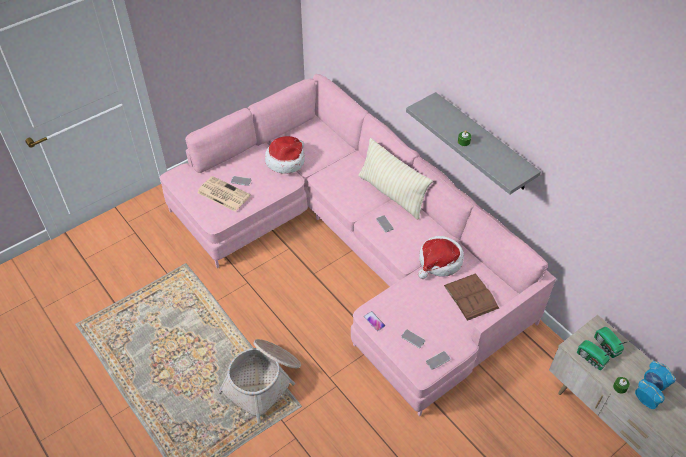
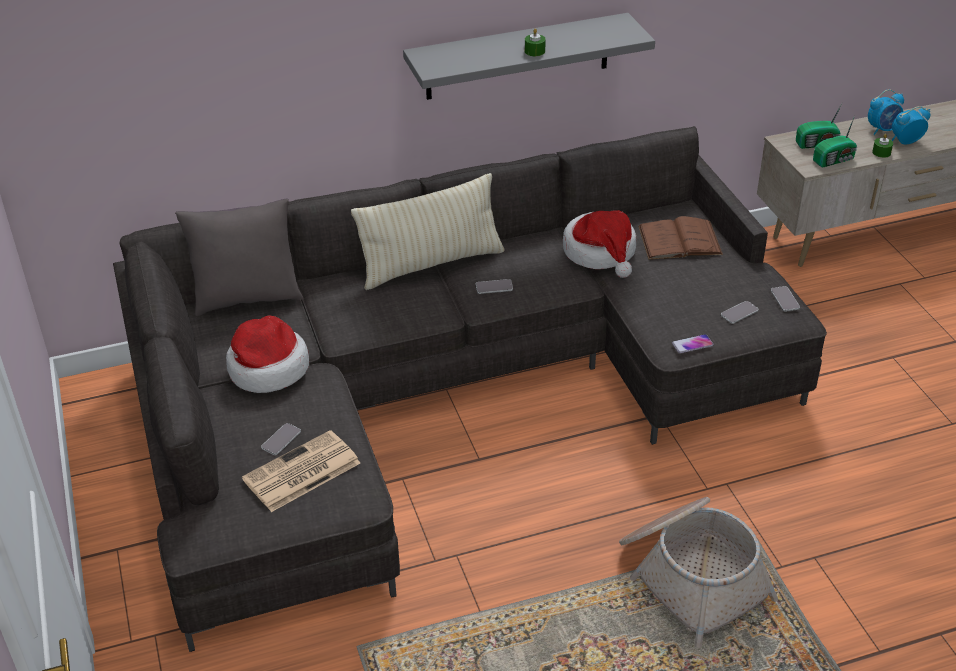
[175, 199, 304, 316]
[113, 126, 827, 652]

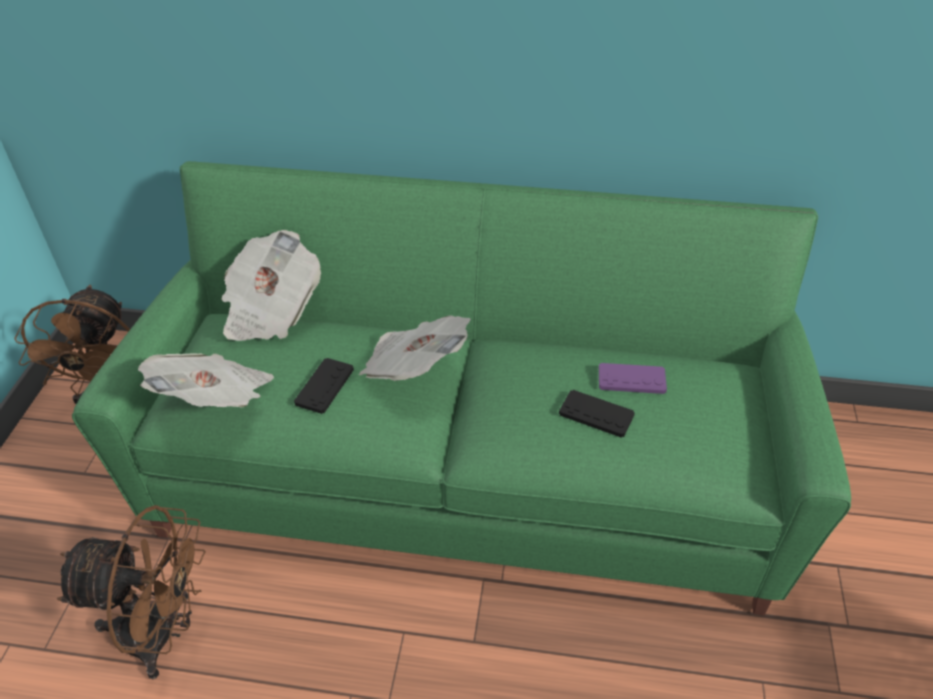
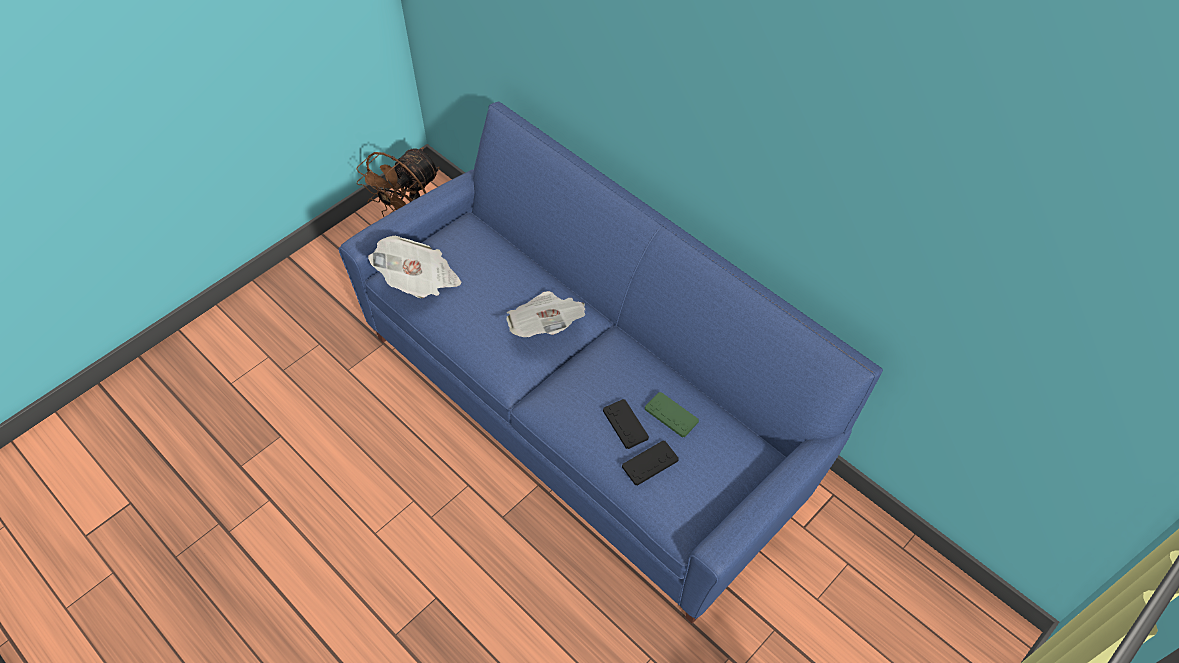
[57, 505, 206, 680] (first image)
[221, 230, 321, 341] (first image)
[622, 440, 679, 486]
[338, 102, 883, 623]
[645, 392, 699, 438]

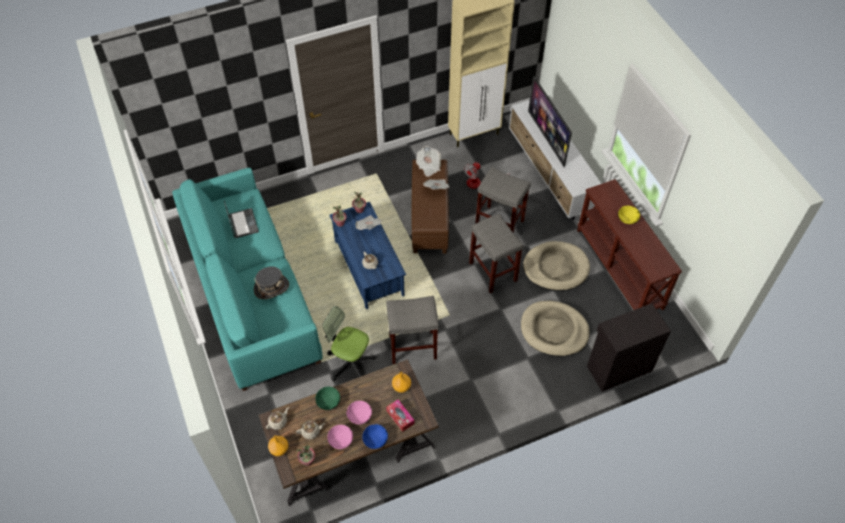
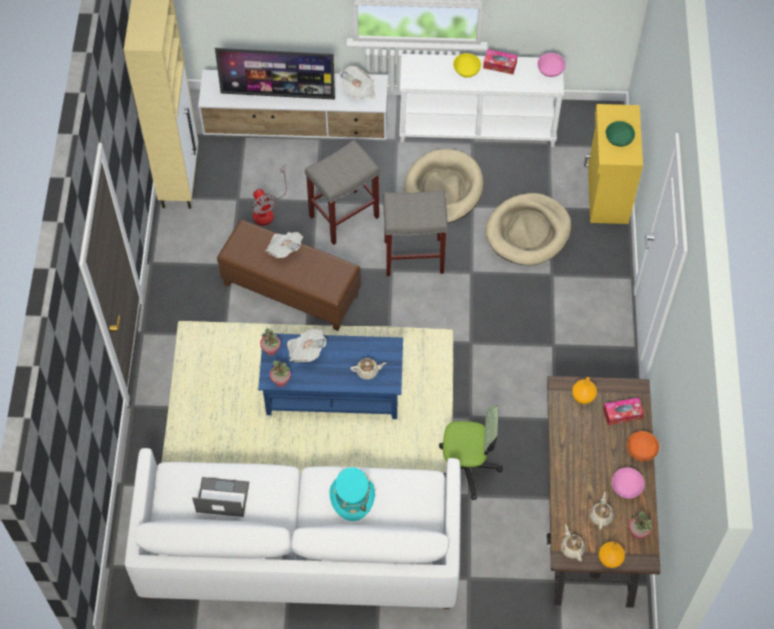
[386, 296, 439, 364] (first image)
[483, 49, 518, 74]
[606, 121, 635, 147]
[537, 53, 566, 77]
[340, 66, 376, 99]
[125, 448, 461, 609]
[330, 467, 375, 521]
[627, 431, 659, 461]
[399, 54, 564, 147]
[584, 104, 643, 224]
[439, 405, 503, 500]

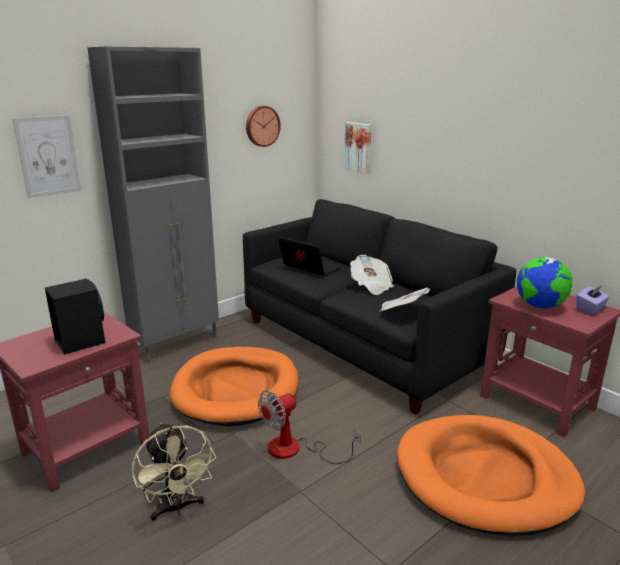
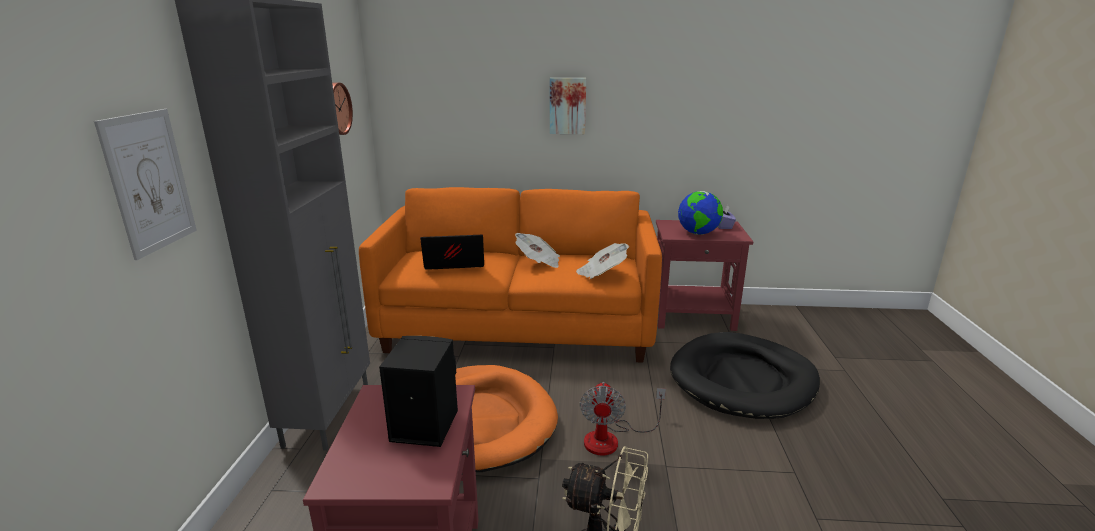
[550, 78, 586, 134]
[359, 187, 662, 363]
[670, 332, 820, 419]

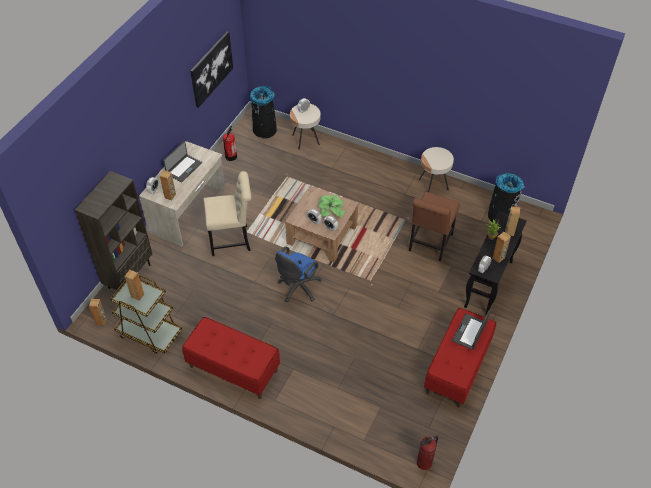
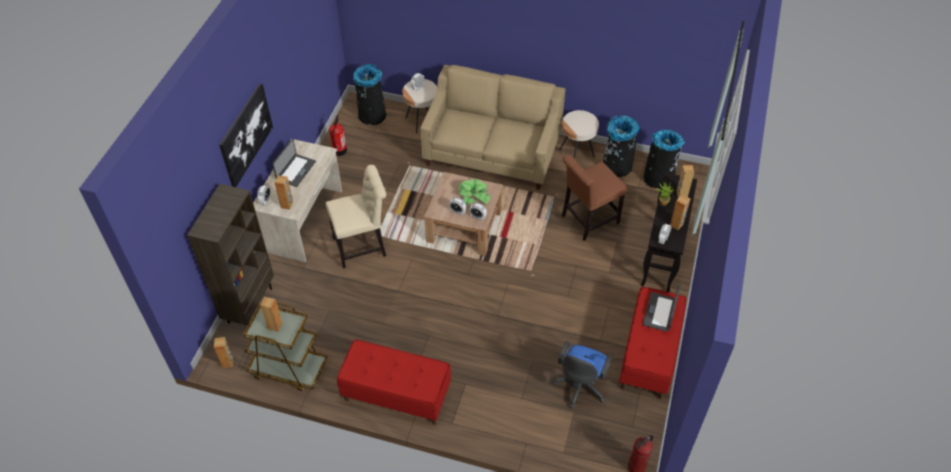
[421, 65, 566, 190]
[603, 116, 640, 177]
[219, 84, 273, 187]
[552, 341, 611, 409]
[562, 154, 627, 241]

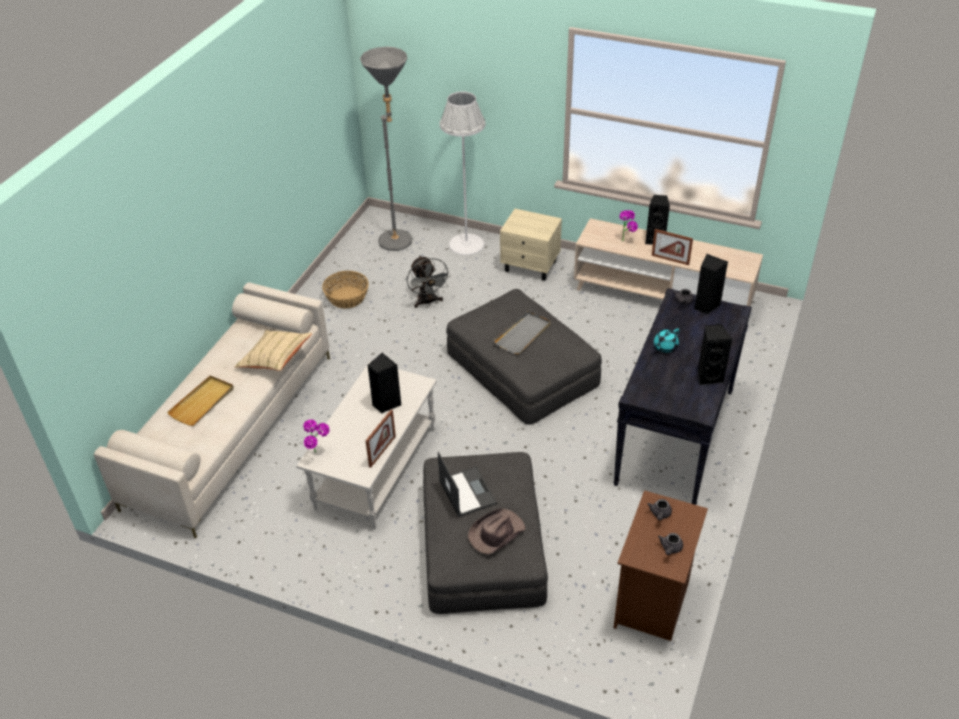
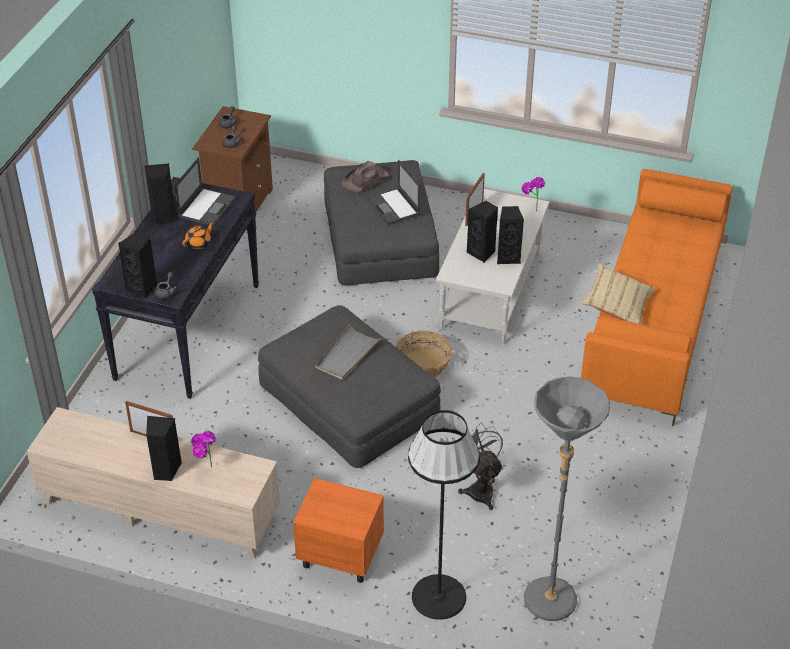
[167, 376, 234, 426] (first image)
[174, 157, 236, 226]
[497, 206, 524, 264]
[395, 331, 452, 377]
[581, 169, 733, 426]
[408, 410, 480, 620]
[293, 478, 384, 583]
[182, 221, 214, 249]

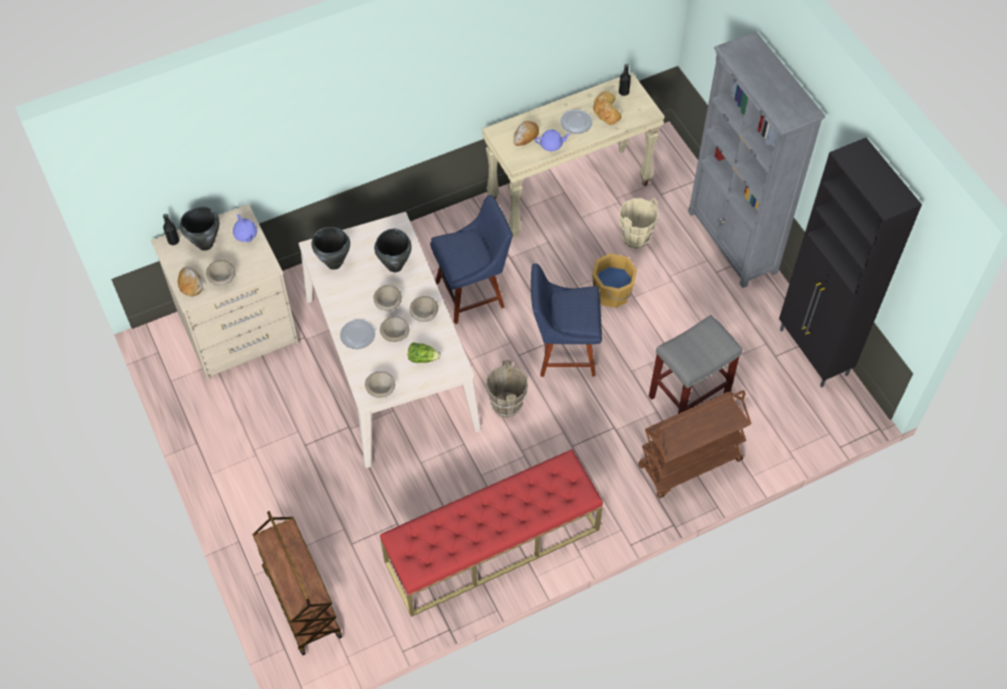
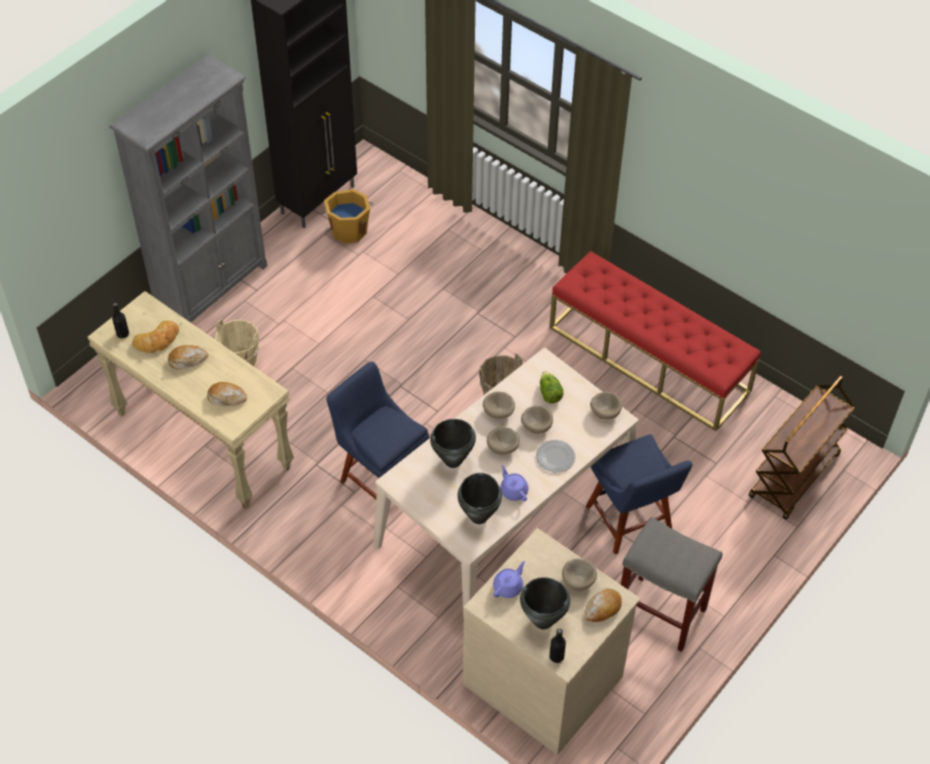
[638, 390, 751, 498] (first image)
[586, 434, 693, 554]
[500, 465, 528, 501]
[320, 189, 373, 244]
[621, 517, 722, 652]
[168, 345, 208, 369]

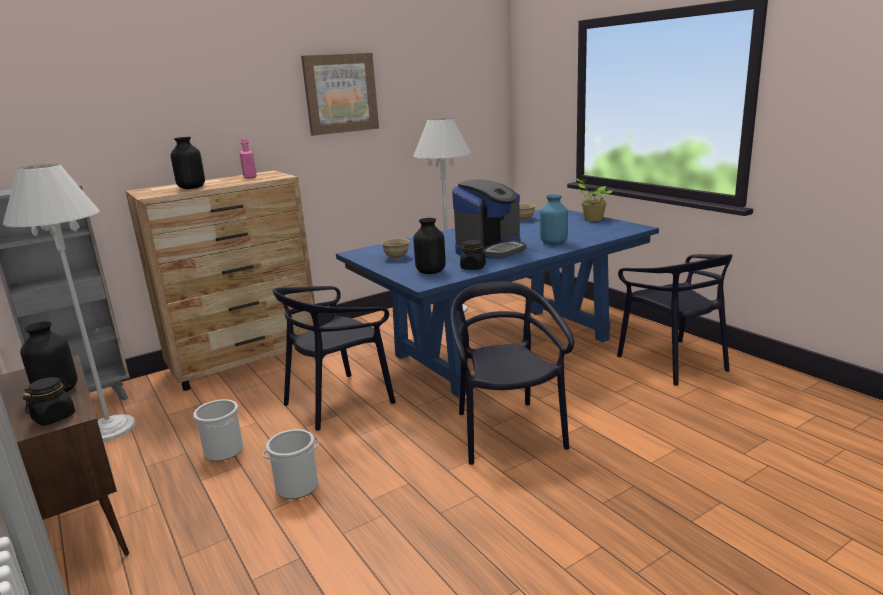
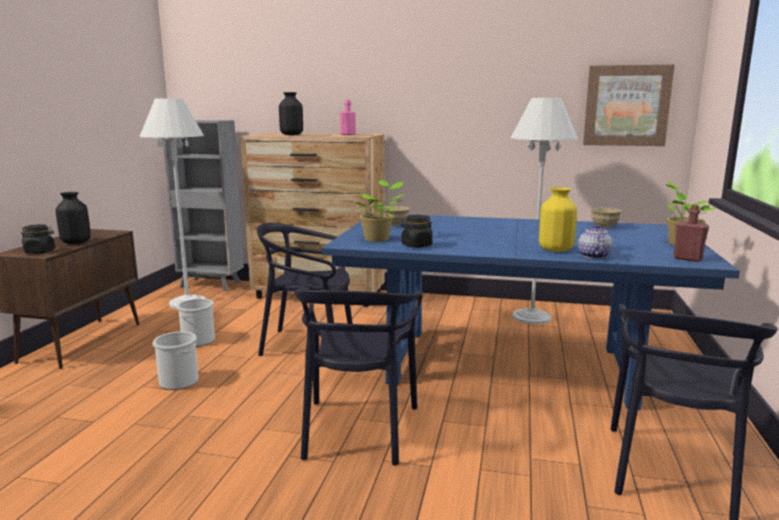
[452, 179, 526, 259] (first image)
[578, 225, 613, 259]
[673, 205, 709, 262]
[583, 65, 674, 146]
[356, 180, 405, 242]
[539, 187, 577, 252]
[294, 287, 423, 466]

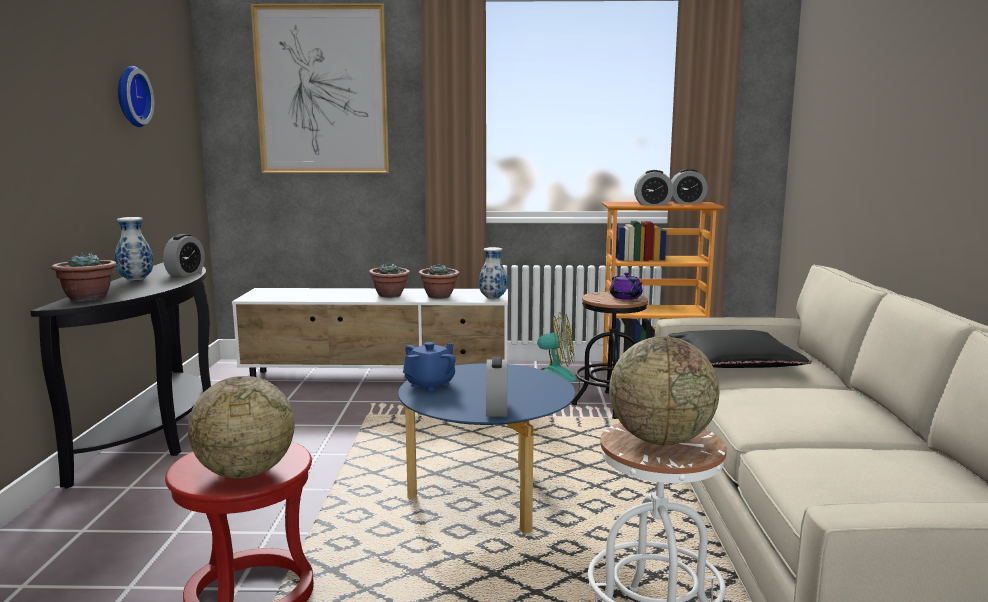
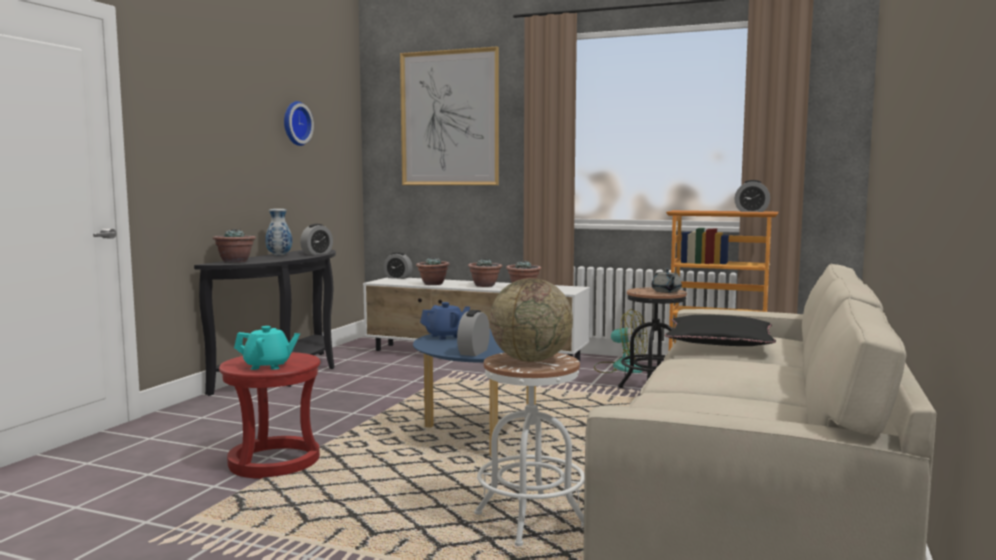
[479, 247, 507, 299] (first image)
[416, 257, 450, 285]
[384, 252, 413, 279]
[234, 326, 300, 370]
[652, 269, 682, 293]

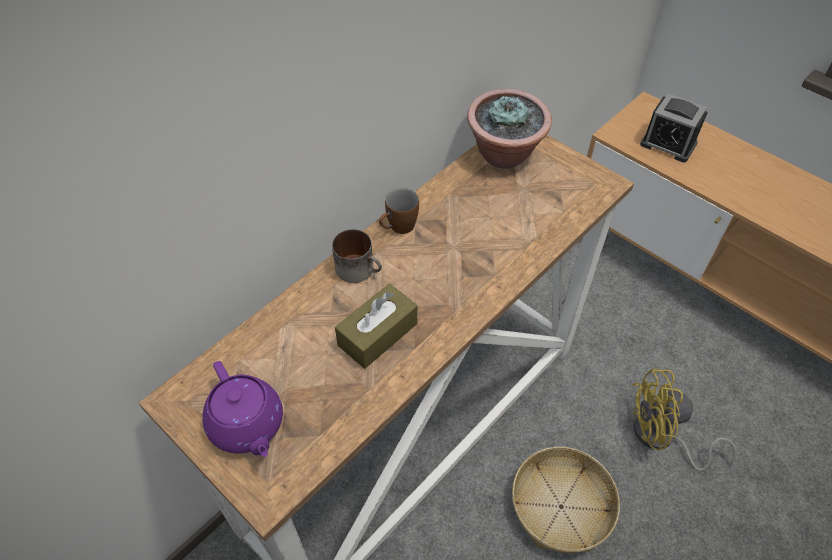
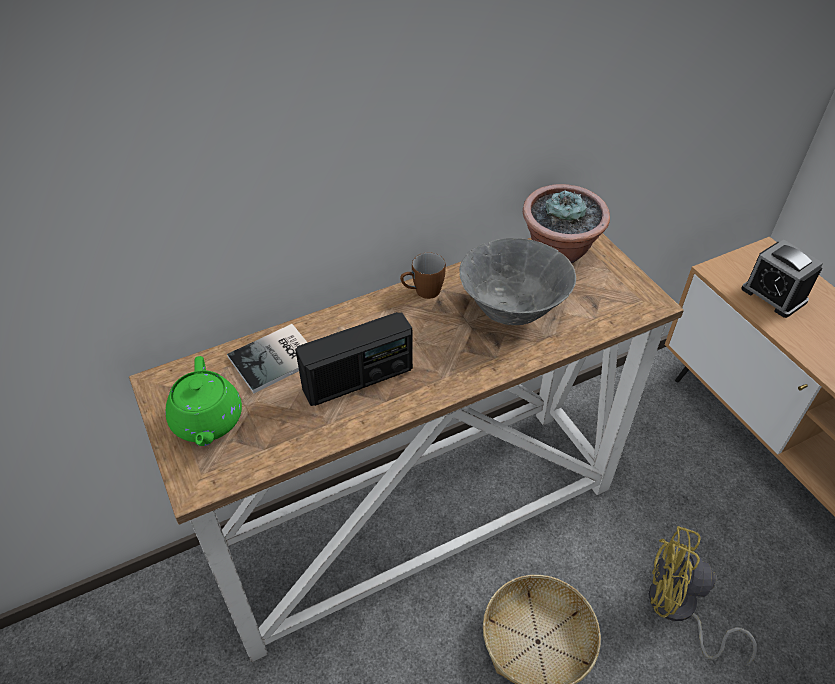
[332, 229, 382, 283] (first image)
[227, 324, 308, 393]
[459, 238, 576, 325]
[295, 312, 413, 406]
[165, 356, 242, 446]

